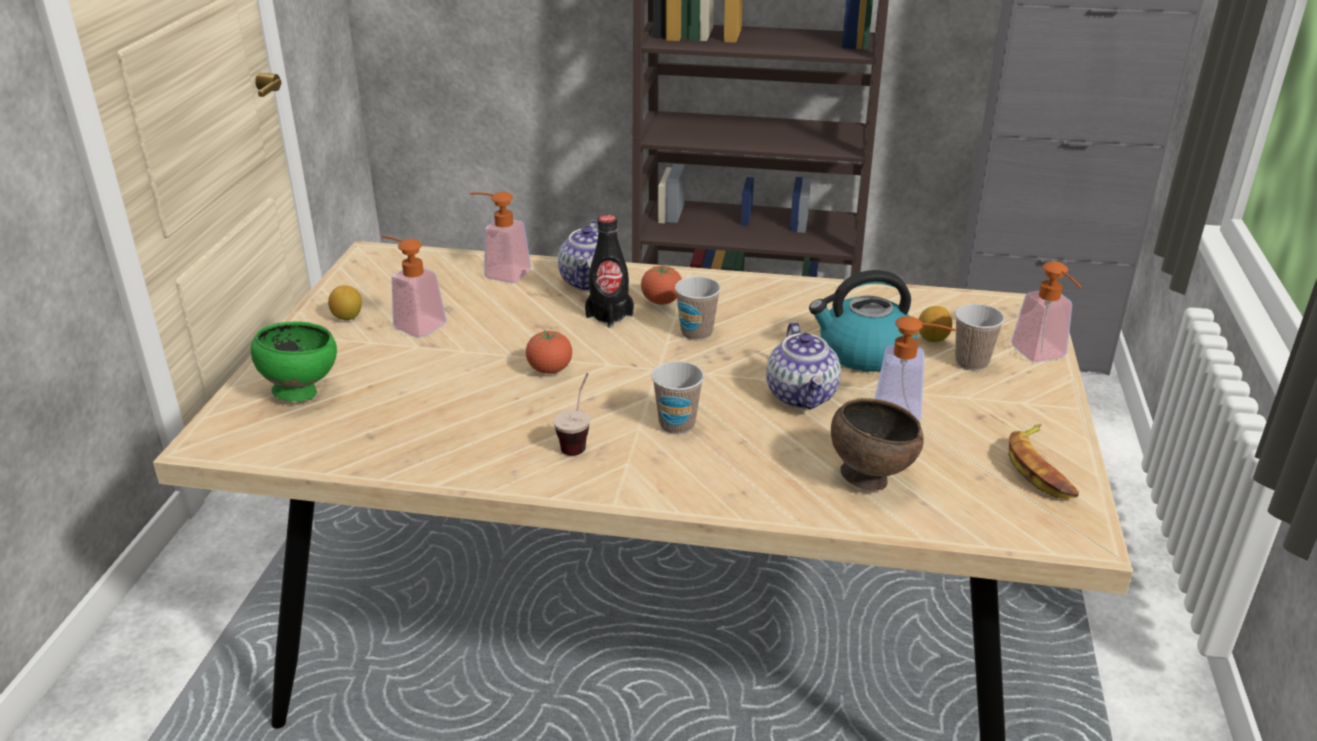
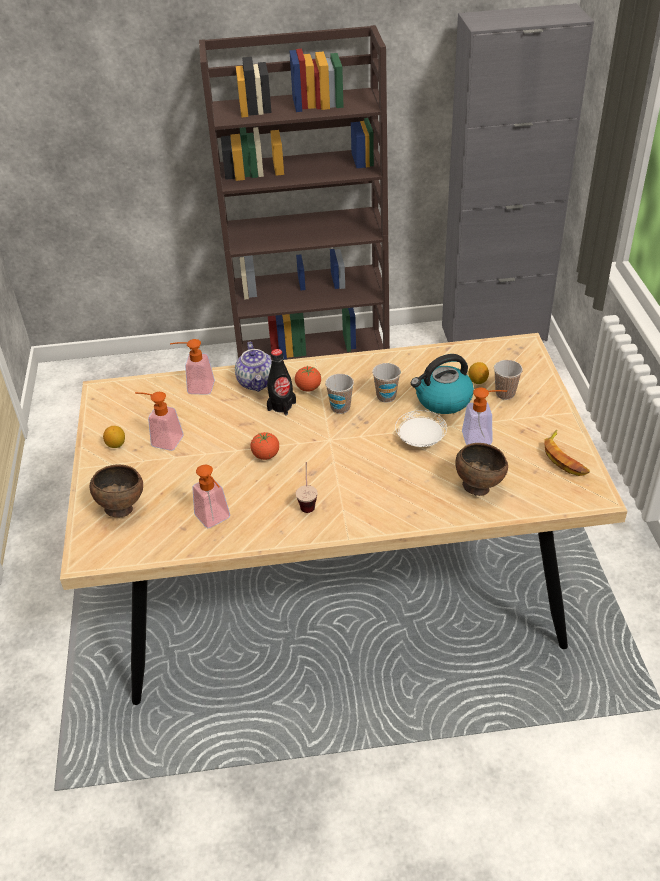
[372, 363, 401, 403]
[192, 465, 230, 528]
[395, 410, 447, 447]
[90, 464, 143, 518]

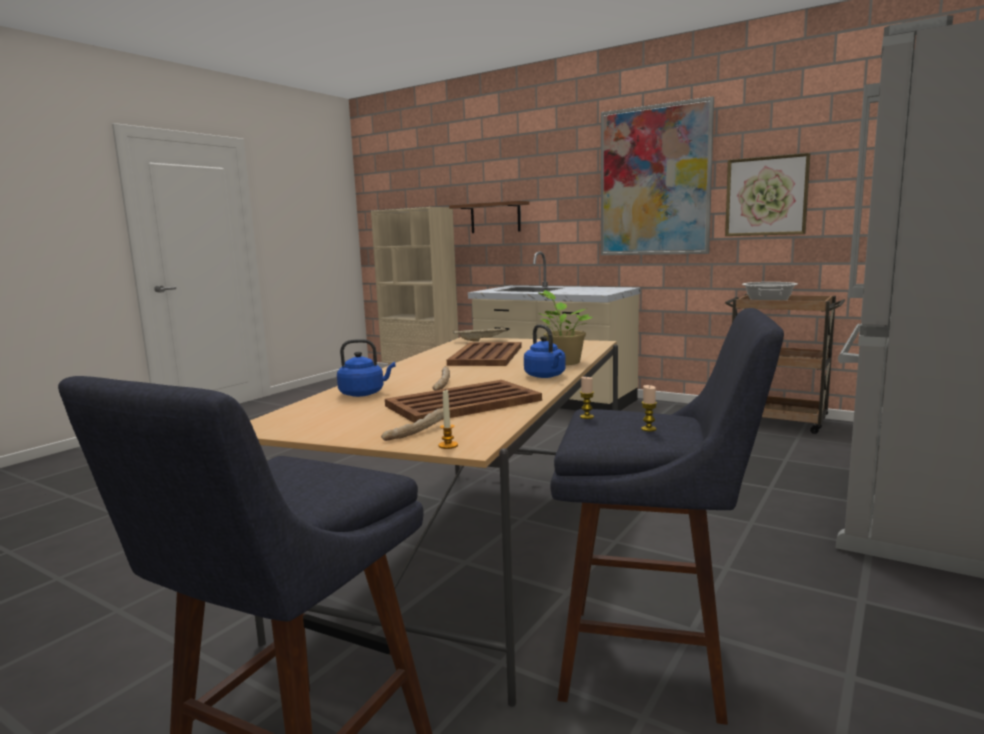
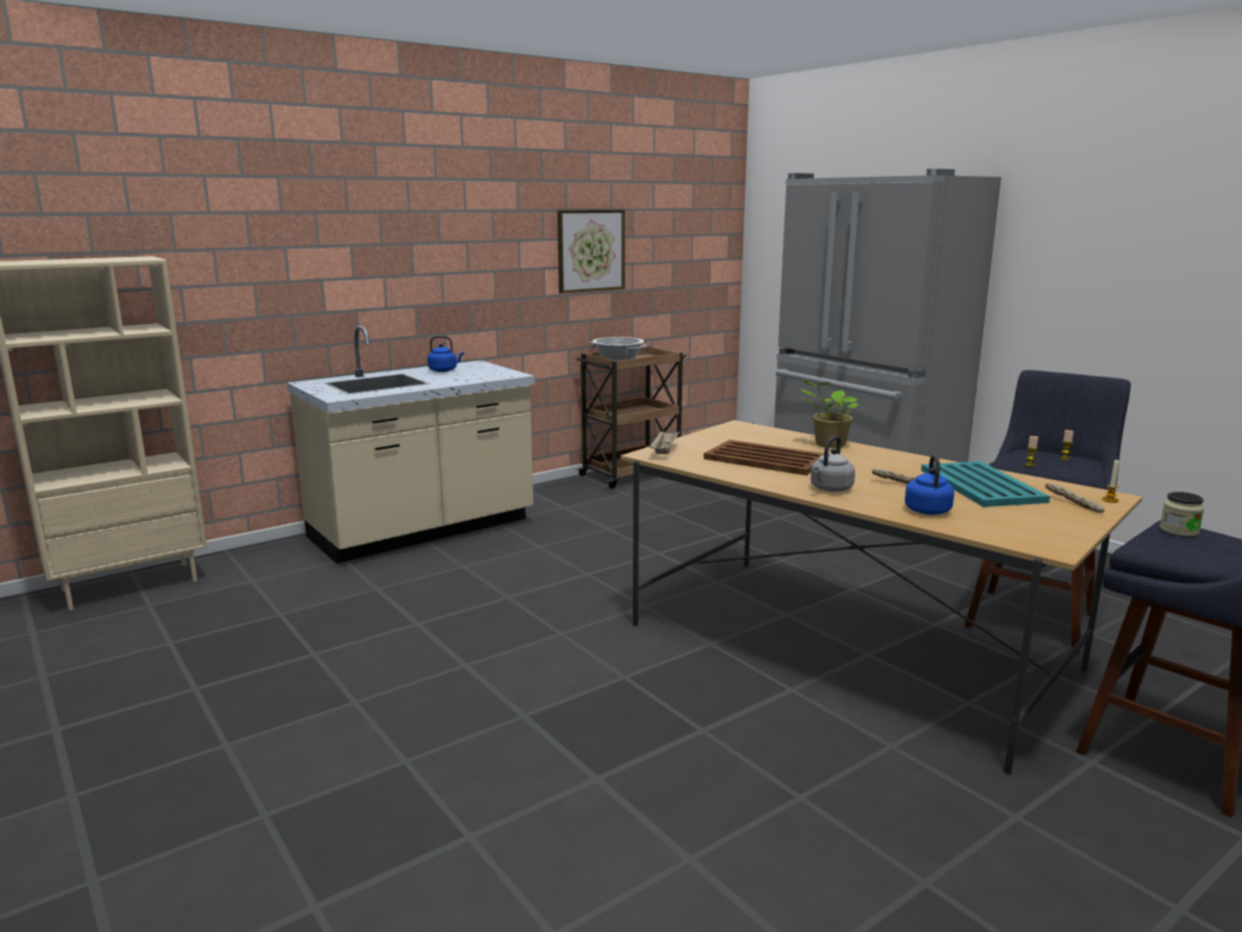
[449, 201, 529, 233] (first image)
[601, 96, 714, 255] (first image)
[811, 436, 855, 492]
[1160, 492, 1204, 537]
[427, 336, 464, 372]
[921, 461, 1050, 507]

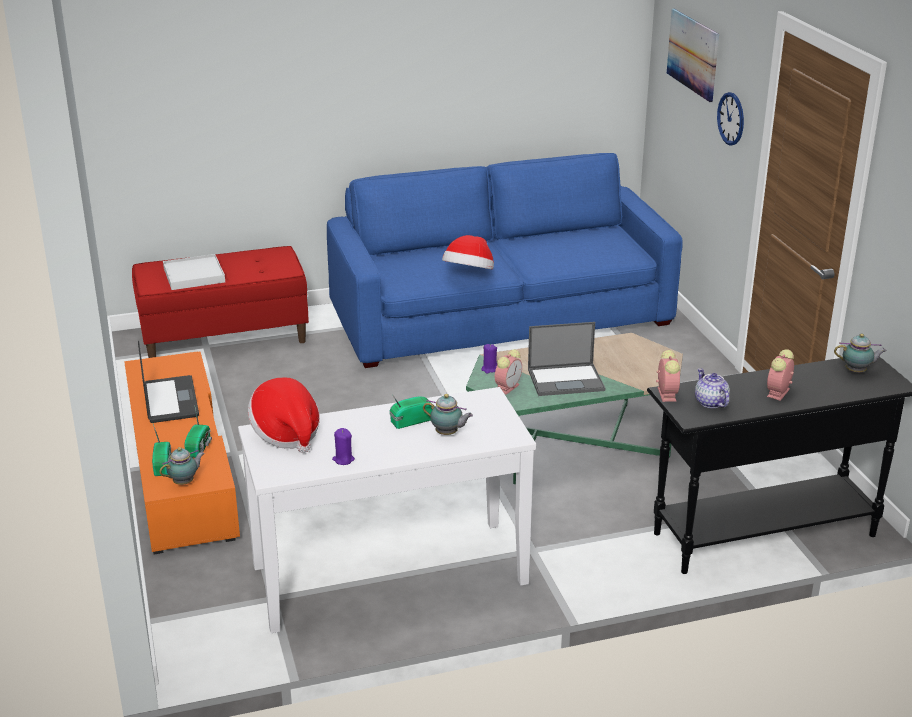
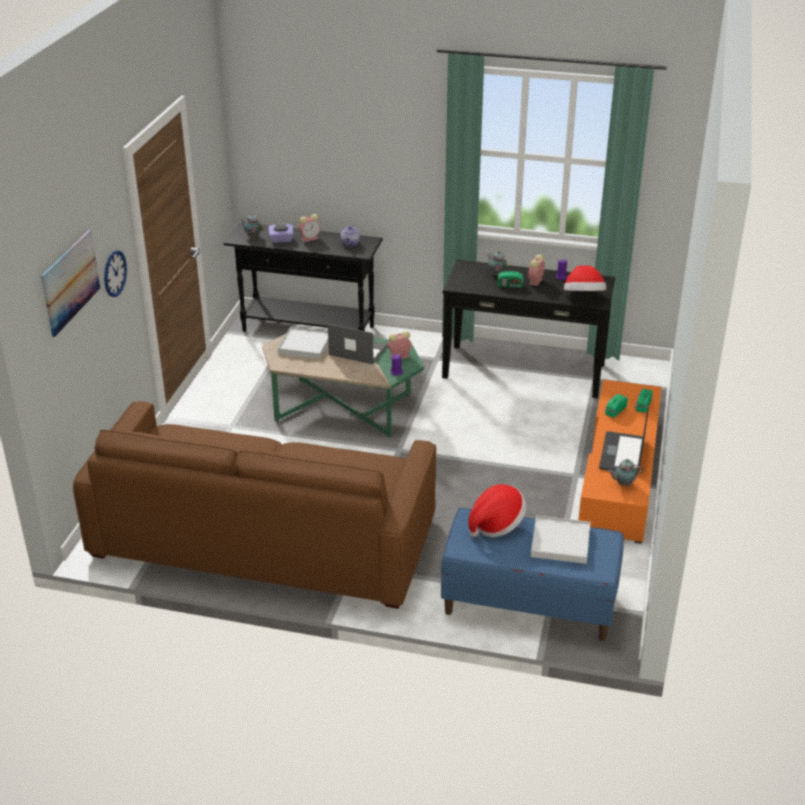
[268, 224, 294, 243]
[278, 327, 328, 359]
[608, 459, 644, 486]
[468, 484, 526, 537]
[528, 255, 545, 286]
[441, 508, 624, 641]
[442, 260, 615, 398]
[73, 401, 436, 609]

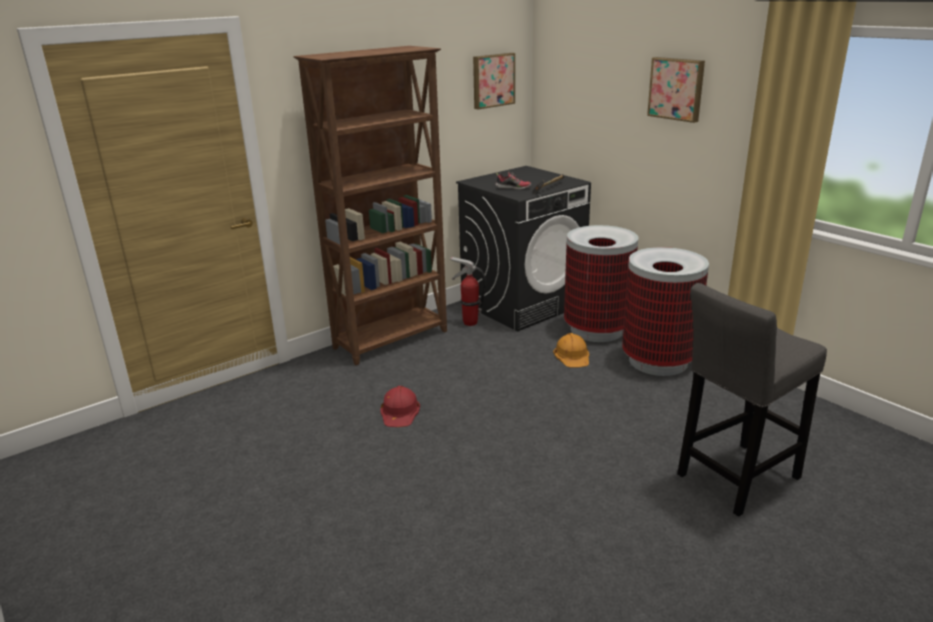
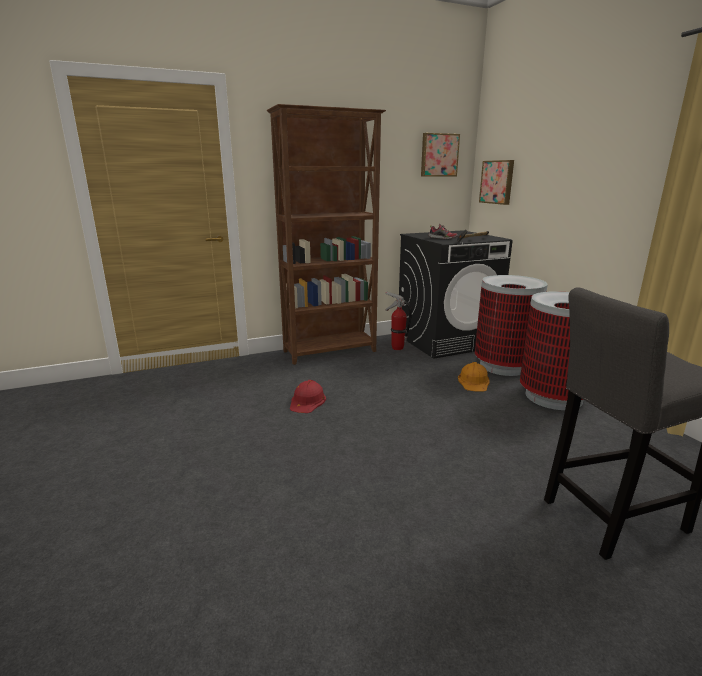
[479, 160, 514, 205]

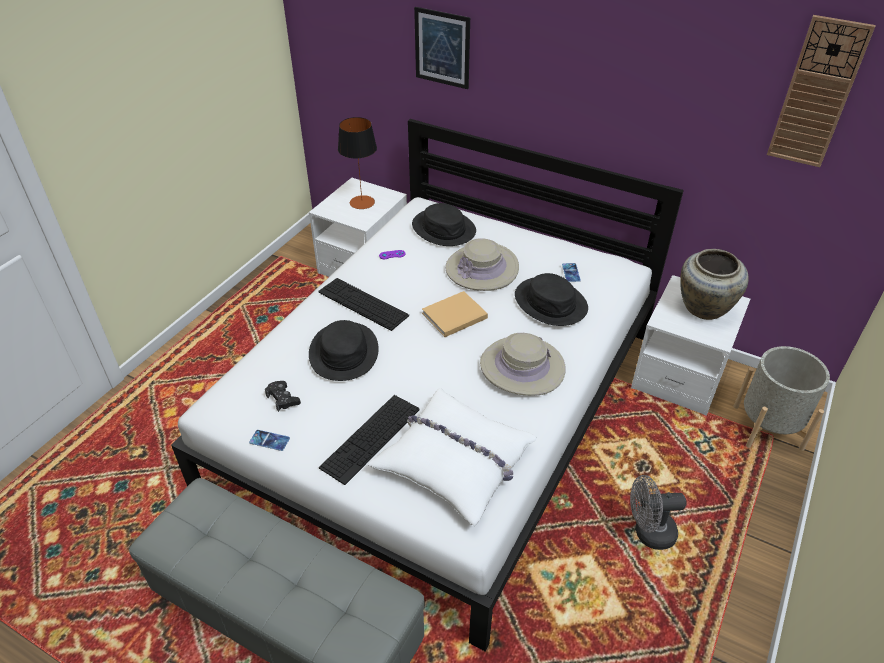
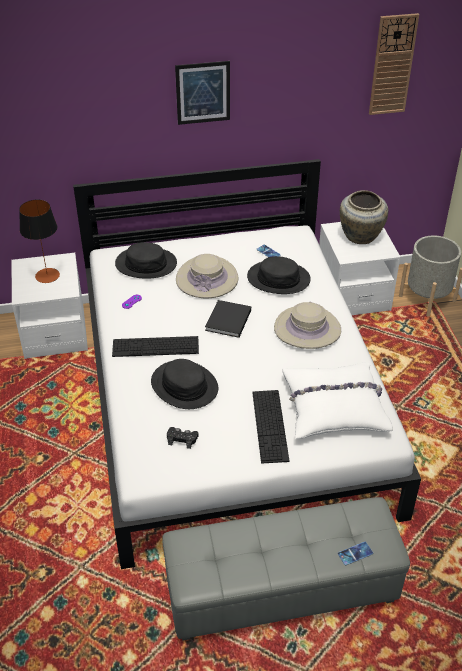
[630, 475, 686, 550] (first image)
[338, 542, 373, 565]
[175, 61, 230, 125]
[205, 300, 251, 338]

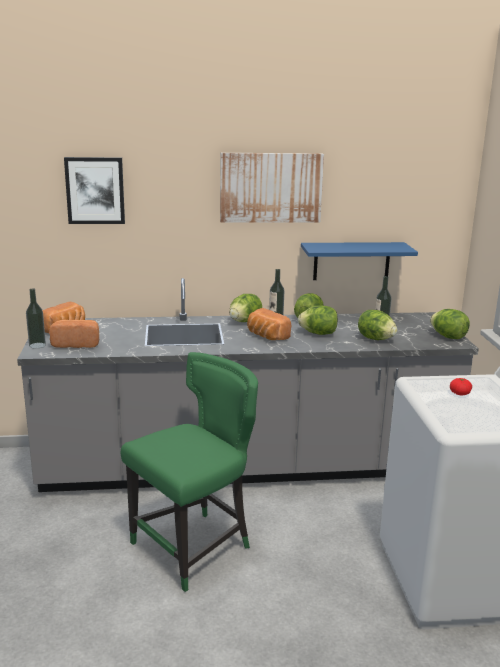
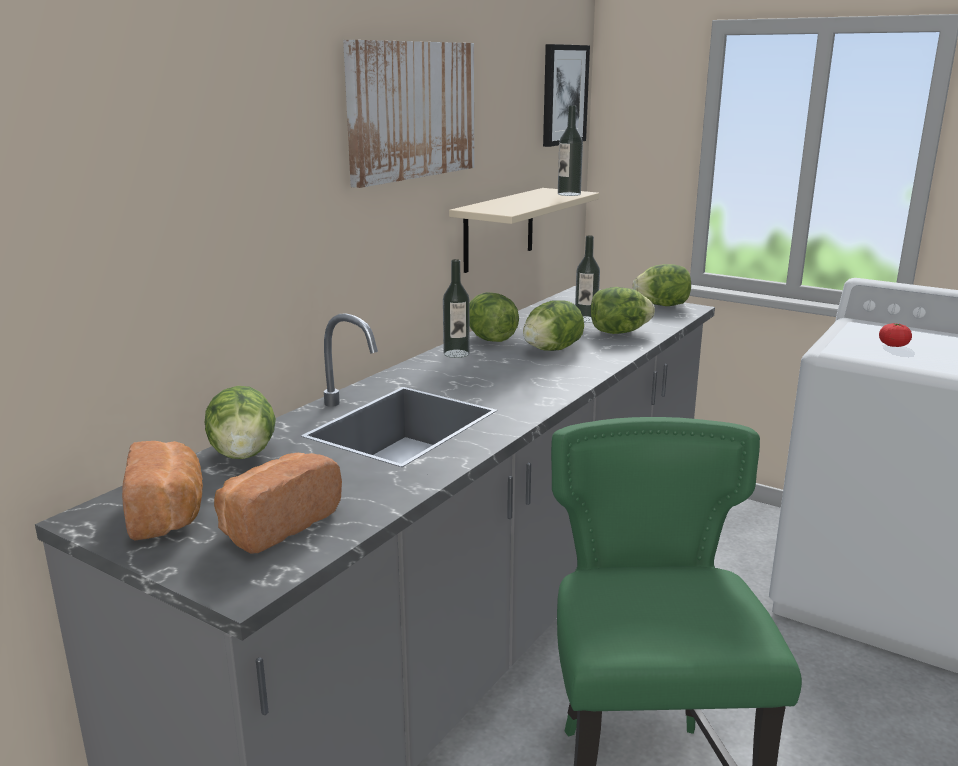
[247, 308, 291, 340] (first image)
[558, 105, 583, 196]
[543, 44, 590, 147]
[205, 386, 276, 459]
[449, 188, 599, 273]

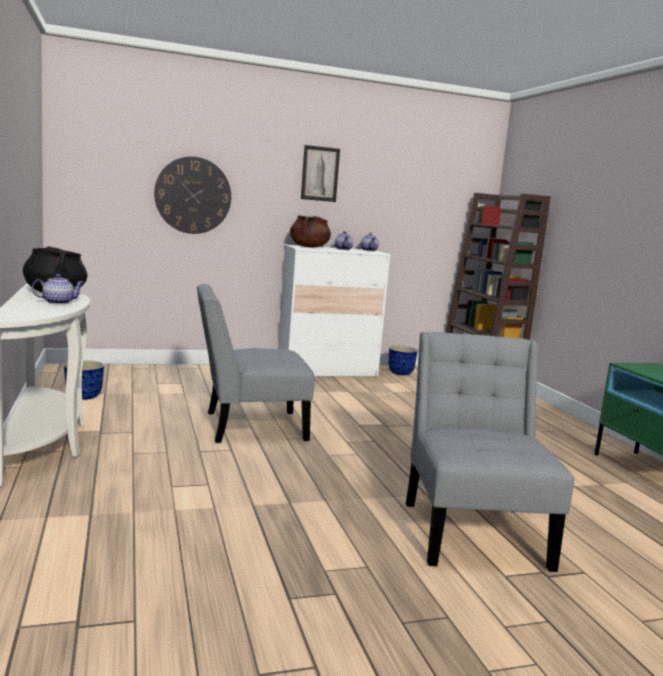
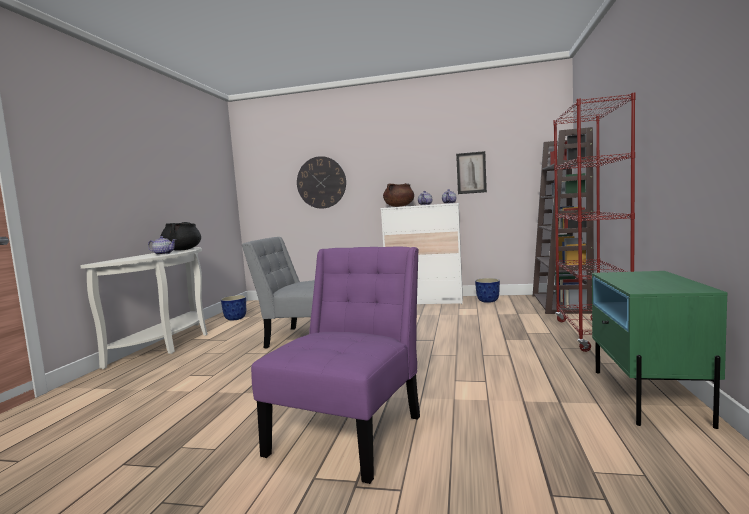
[553, 93, 636, 352]
[456, 151, 487, 194]
[251, 247, 420, 484]

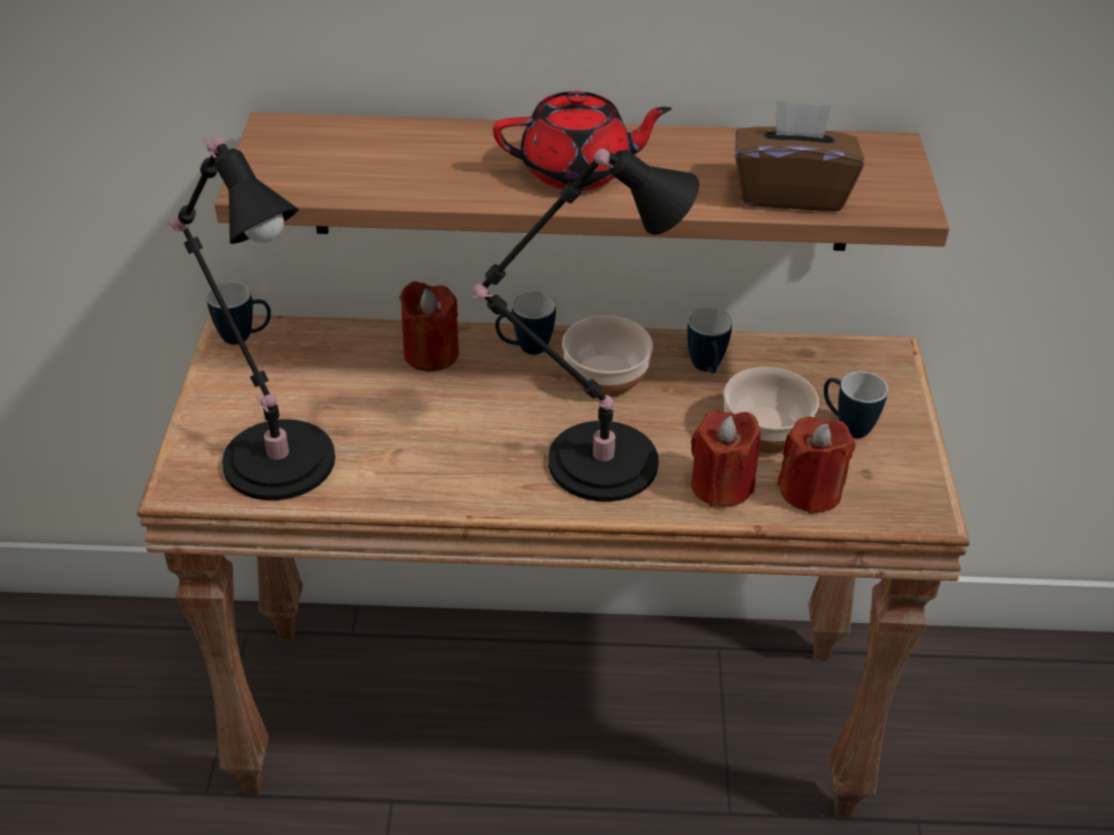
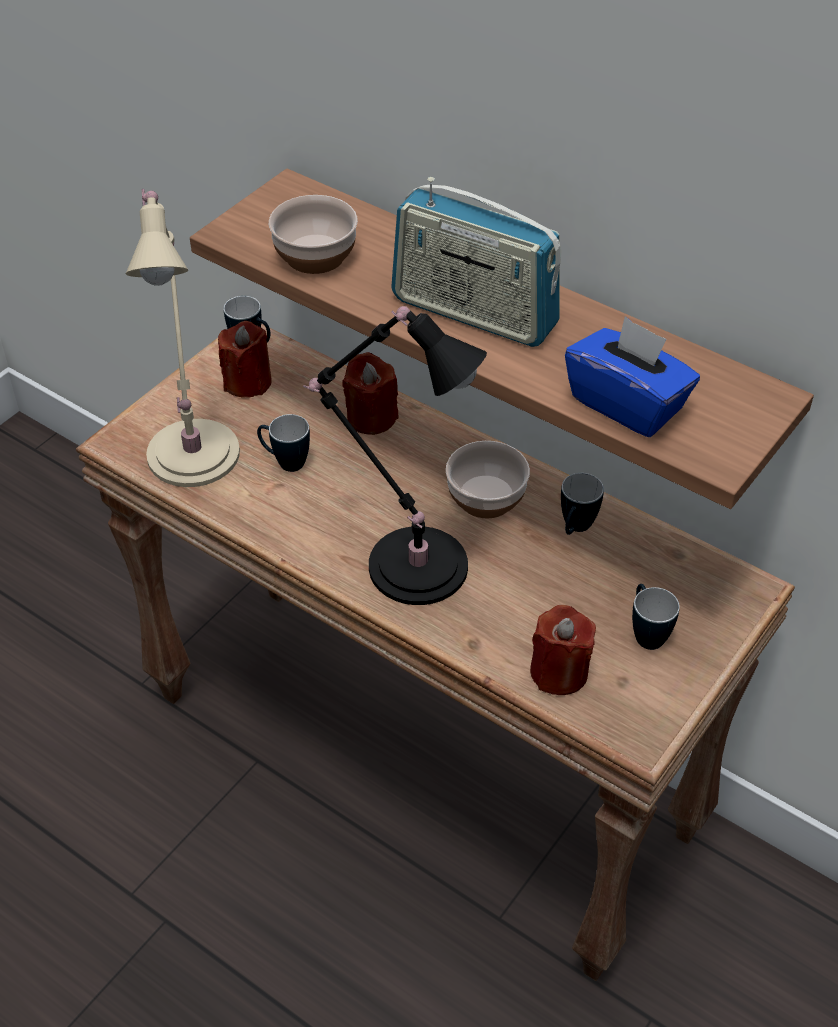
[257, 414, 310, 472]
[218, 321, 272, 398]
[269, 195, 358, 274]
[391, 177, 562, 347]
[126, 189, 240, 487]
[565, 316, 700, 437]

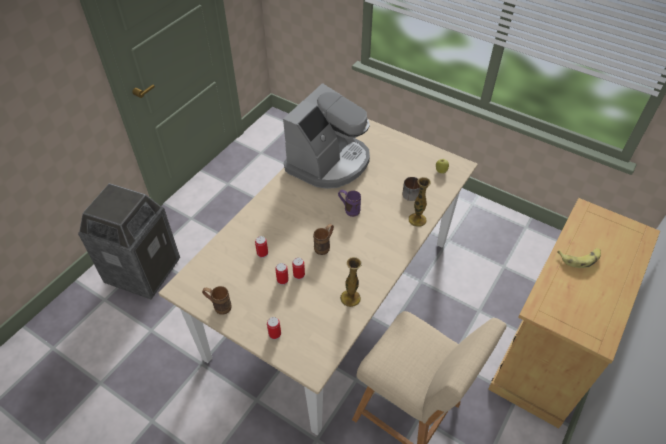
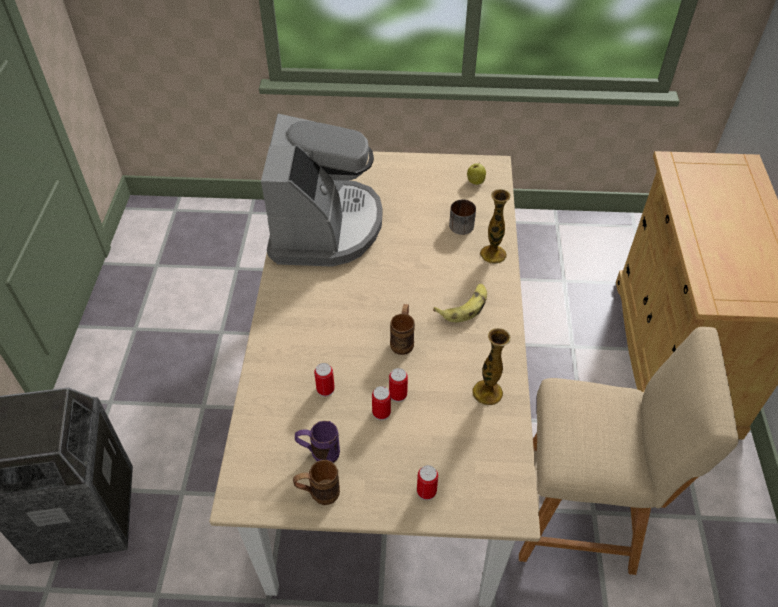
[295, 421, 340, 463]
[433, 284, 487, 322]

